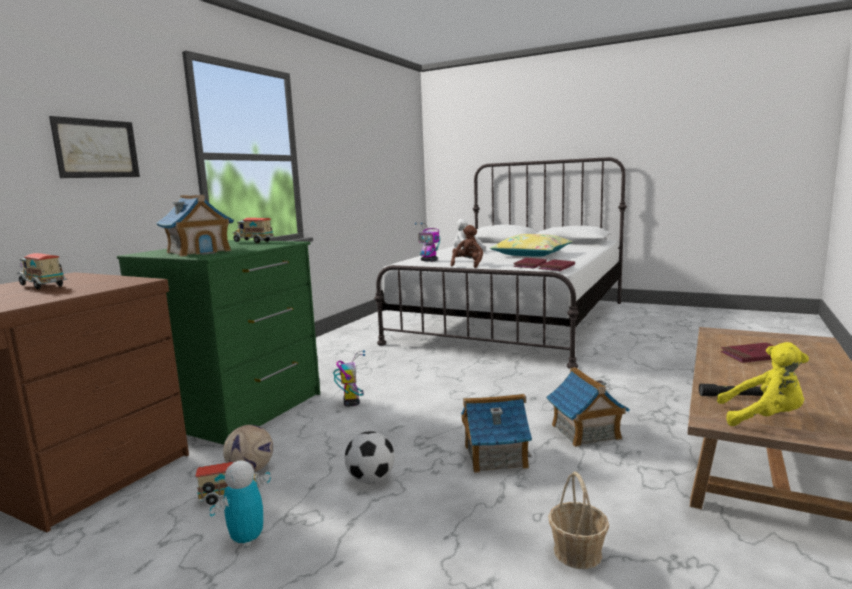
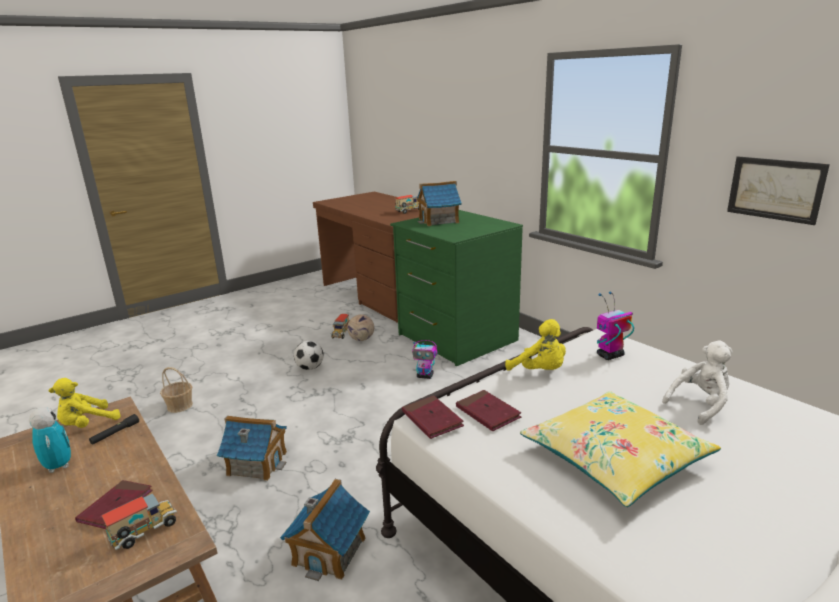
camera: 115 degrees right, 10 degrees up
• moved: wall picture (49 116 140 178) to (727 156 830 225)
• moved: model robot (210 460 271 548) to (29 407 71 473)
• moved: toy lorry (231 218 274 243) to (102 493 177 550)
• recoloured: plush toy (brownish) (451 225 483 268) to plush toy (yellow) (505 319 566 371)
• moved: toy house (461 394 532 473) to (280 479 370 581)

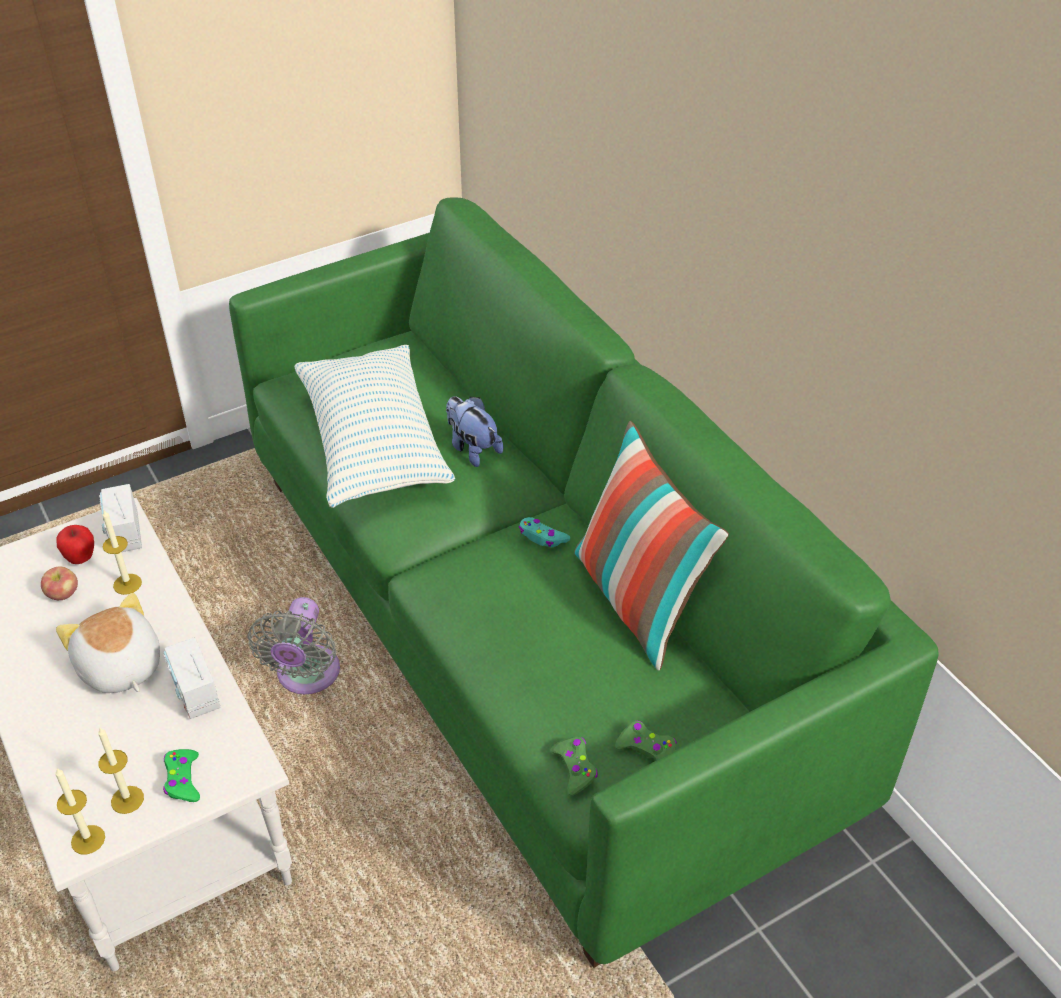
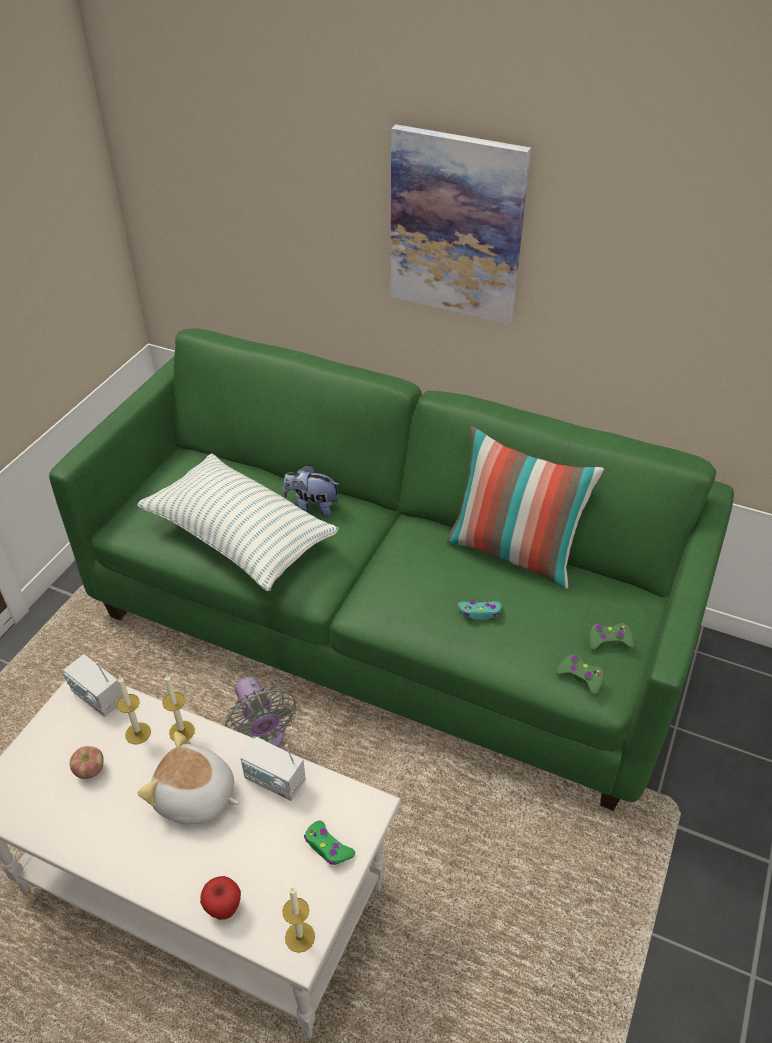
camera: 35 degrees left, 0 degrees up
• moved: whole apple (57 525 94 564) to (200 876 241 920)
• moved: wax candle (98 728 144 814) to (163 674 195 741)
• moved: joypad (turquoise-coloured) (519 517 571 547) to (458 601 502 620)
• added: wall picture (391 124 531 324)

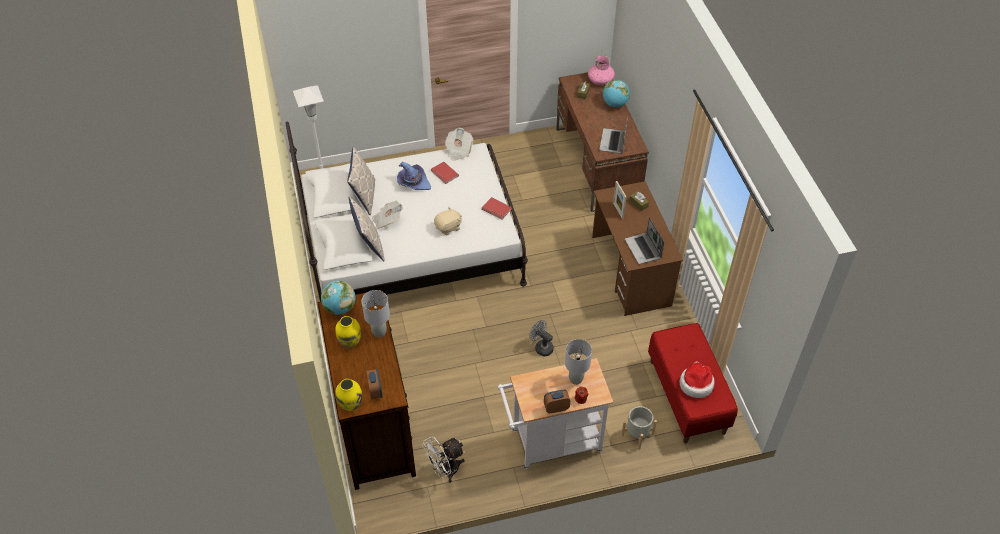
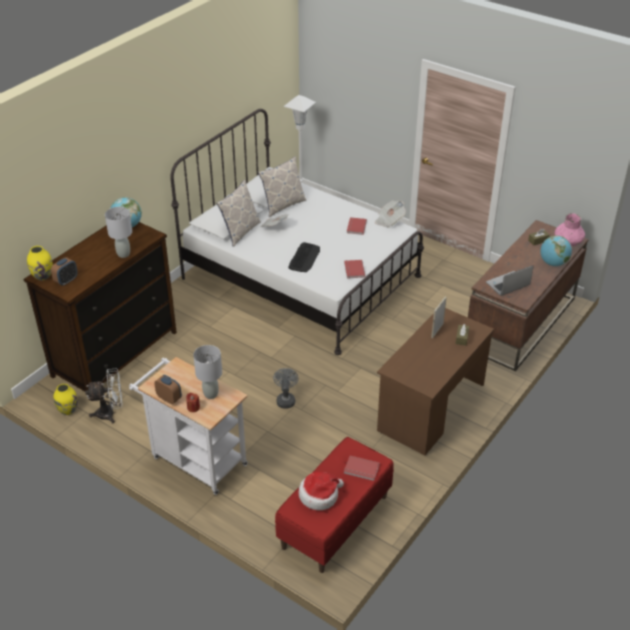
camera: 50 degrees right, 10 degrees down
• moved: flower vase (yellow) (335 316 361 348) to (53 384 78 415)
• removed: hat (purplish) (397 162 431 190)
• turned: electric fan (white-coloured) (422 436 465 483) = (85 368 123 423) 150 degrees clockwise
• replaced: plush toy (sand-coloured) (434 207 462 235) to computer keyboard (288 242 320 272)
• removed: plant pot (greyish) (621 406 657 449)
• removed: portable computer (625 217 664 264)
• added: bound book (red-coloured) (344 456 380 481)

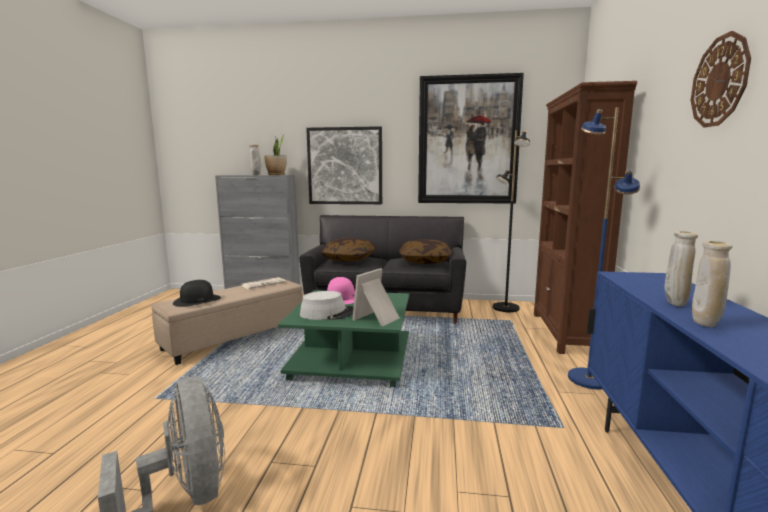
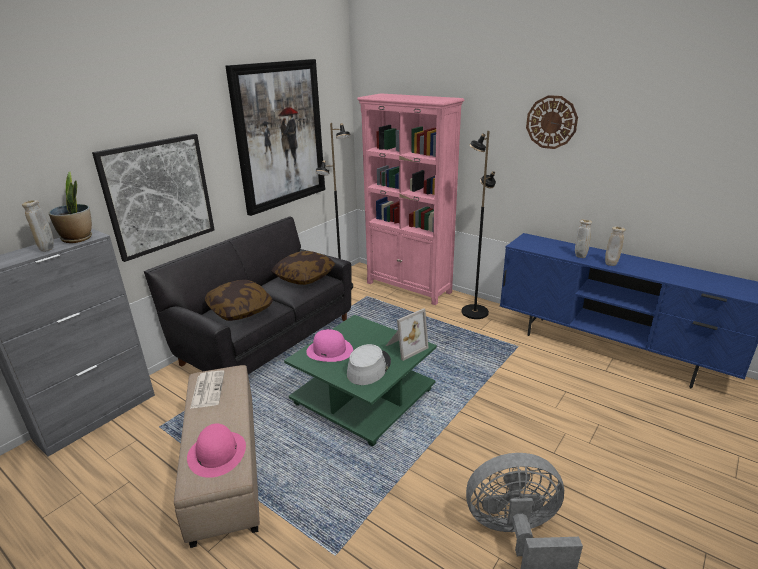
camera: 60 degrees left, 15 degrees up
• recoloured: hat (black) (173 280 221 307) to hat (pinkish) (187 423 246 478)
• turned: photo frame (352 268 400 326) = (386 308 429 361) 105 degrees counterclockwise
• recoloured: bookshelf (brownish) (534 81 637 354) to bookshelf (pinkish) (357 94 464 305)
• recoloured: standard lamp (blue) (568 107 640 389) to standard lamp (black) (462 131 496 319)

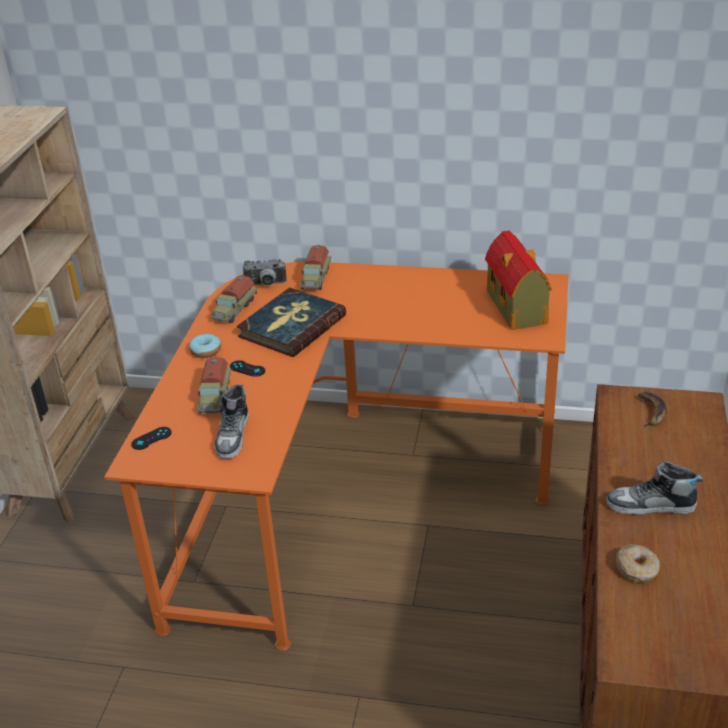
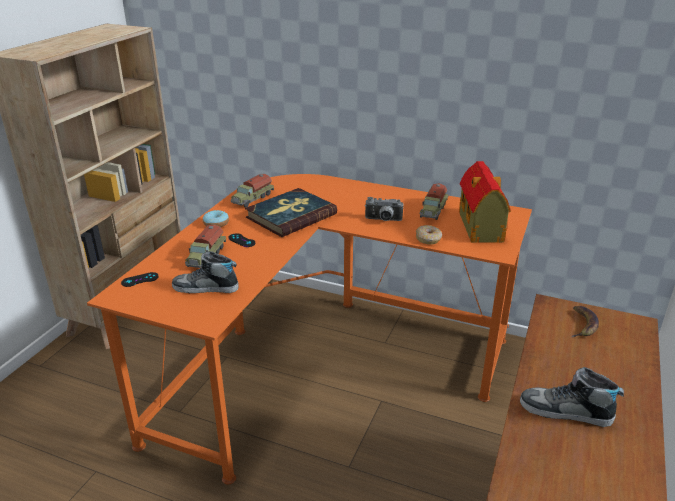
camera: 10 degrees right, 5 degrees down
• turned: shoe (215 384 249 459) = (172 251 239 293) 75 degrees clockwise
• moved: still camera (242 259 287 286) to (365 197 404 221)
• moved: toy lorry (300 245 331 290) to (420 183 449 220)
• moved: ring doughnut (616 544 660 583) to (416 225 442 245)

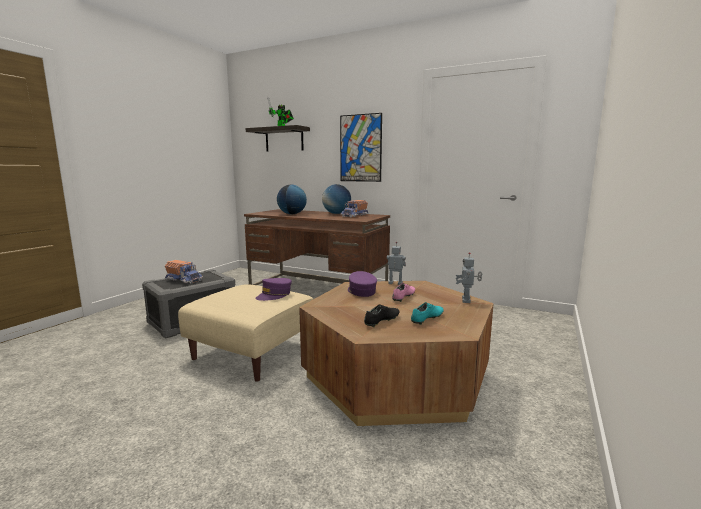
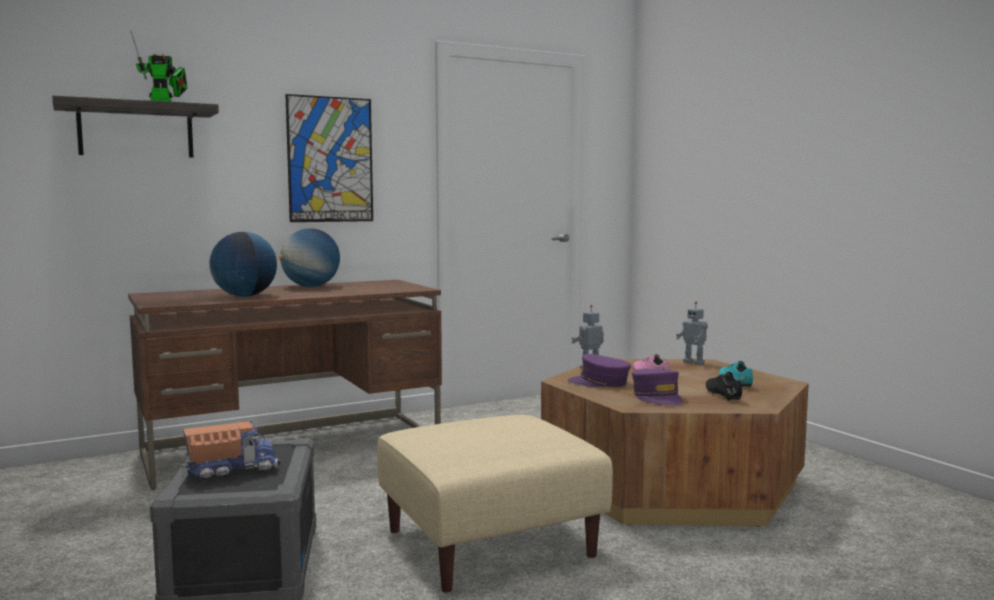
camera: 55 degrees left, 5 degrees down
• moved: peaked cap (purplish) (255 278 292 301) to (632 369 683 405)
• removed: toy lorry (341 200 368 217)

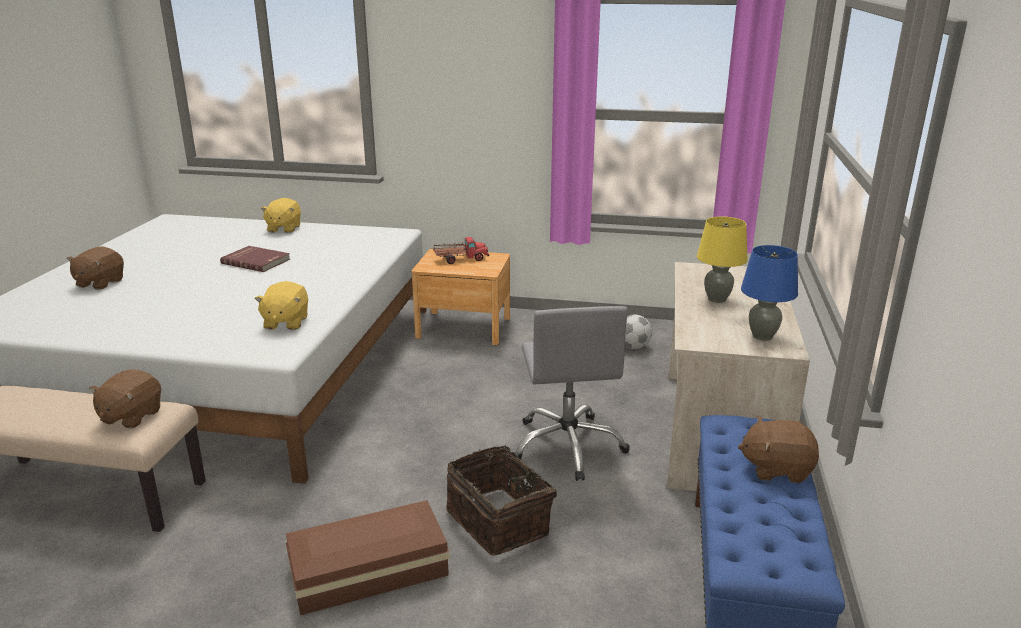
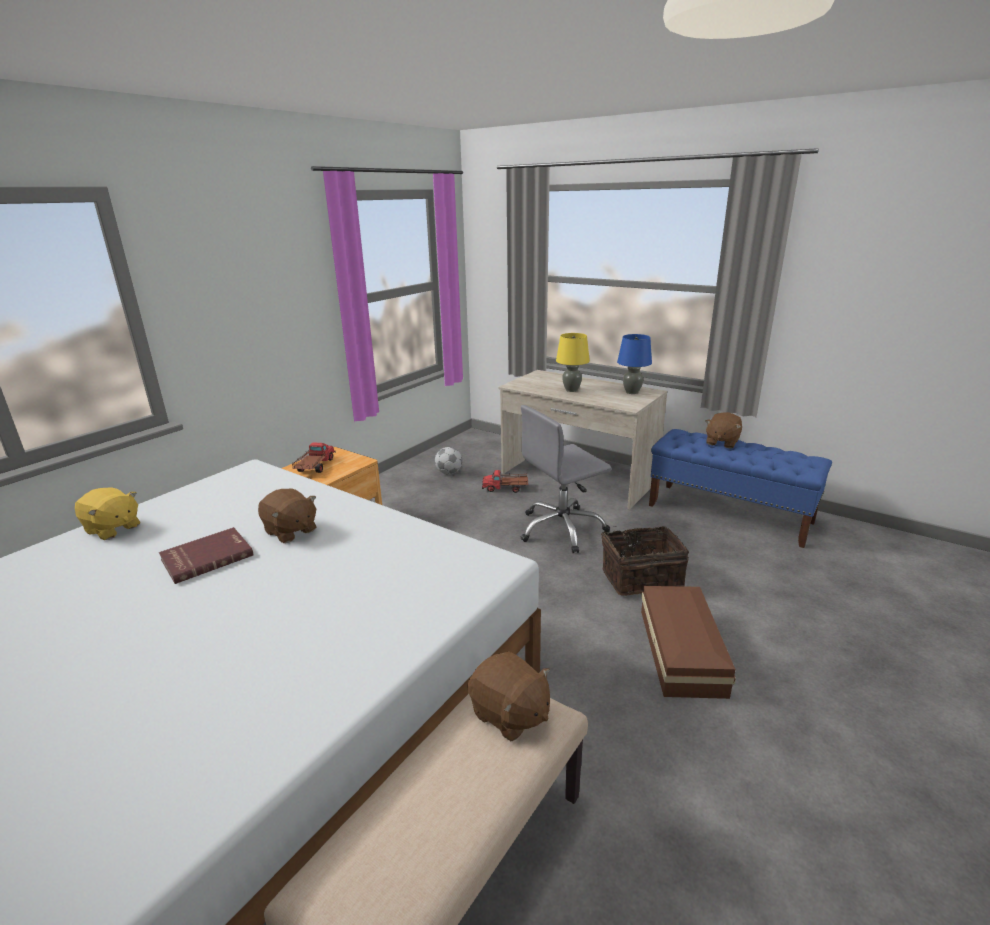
camera: 65 degrees left, 0 degrees up
• moved: plush toy (brownish) (67 246 124 290) to (258 489 316 543)
• removed: plush toy (yellow) (254 281 308 330)
• turned: computer chair (greyish) (514 306 630 481) = (520 405 611 553) 135 degrees clockwise
• added: toy lorry (482 470 528 493)

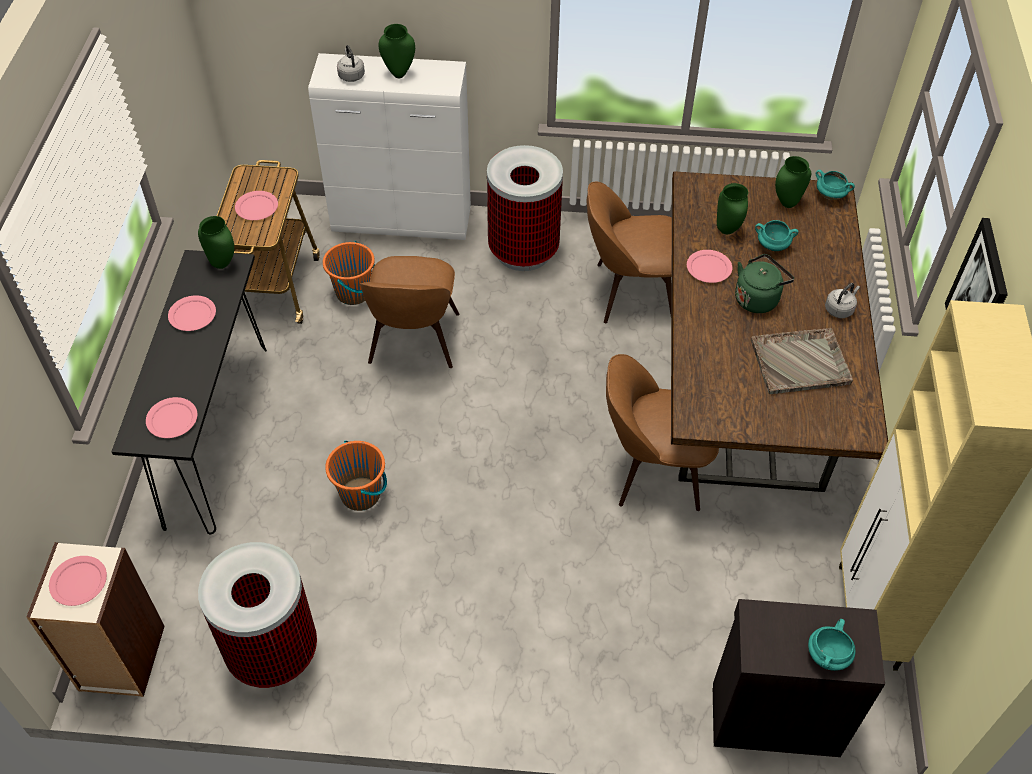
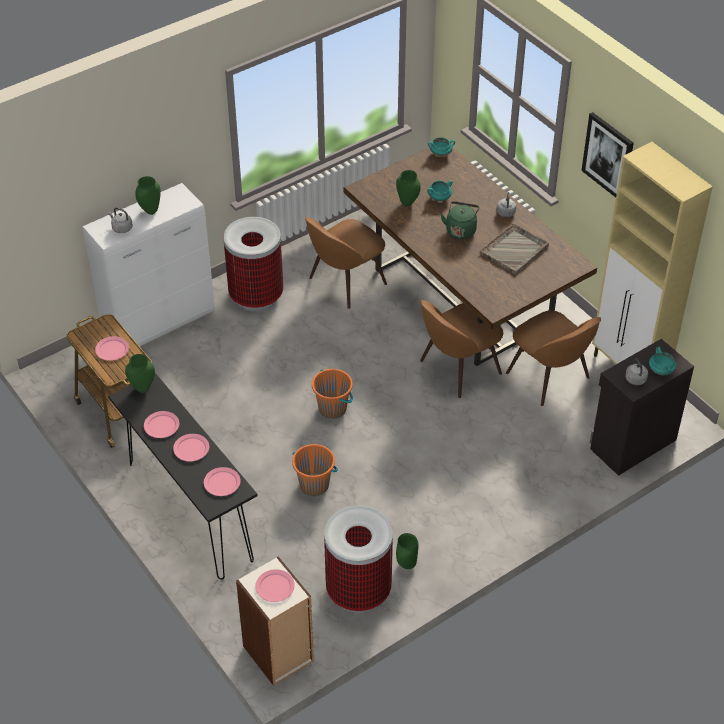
camera: 40 degrees left, 5 degrees down
• moved: water bucket (orange-coloured) (323 241 375 305) to (312 369 353 419)
• moved: upright chair (brownish) (360 256 460 368) to (506 310 601 406)
• moved: flat dish (pinkish) (687 250 732 283) to (173 434 209 461)
• moved: flower vase (green) (775 156 811 208) to (396 533 419 569)
• added: water kettle (greyish) (625 358 648 385)

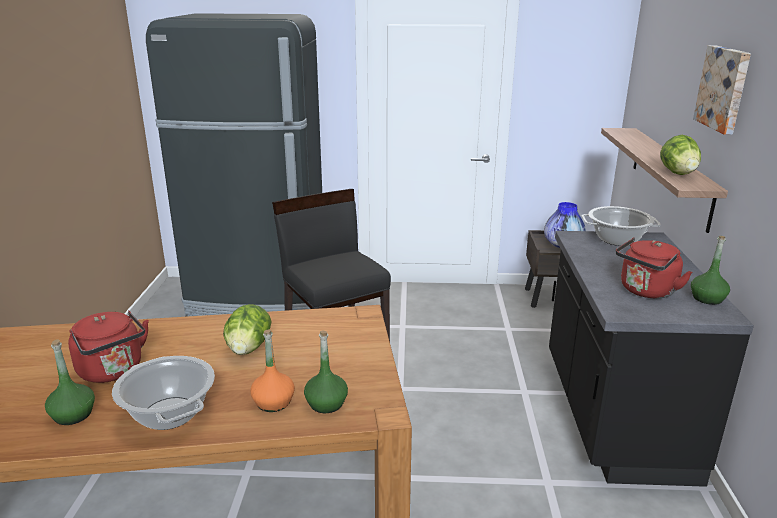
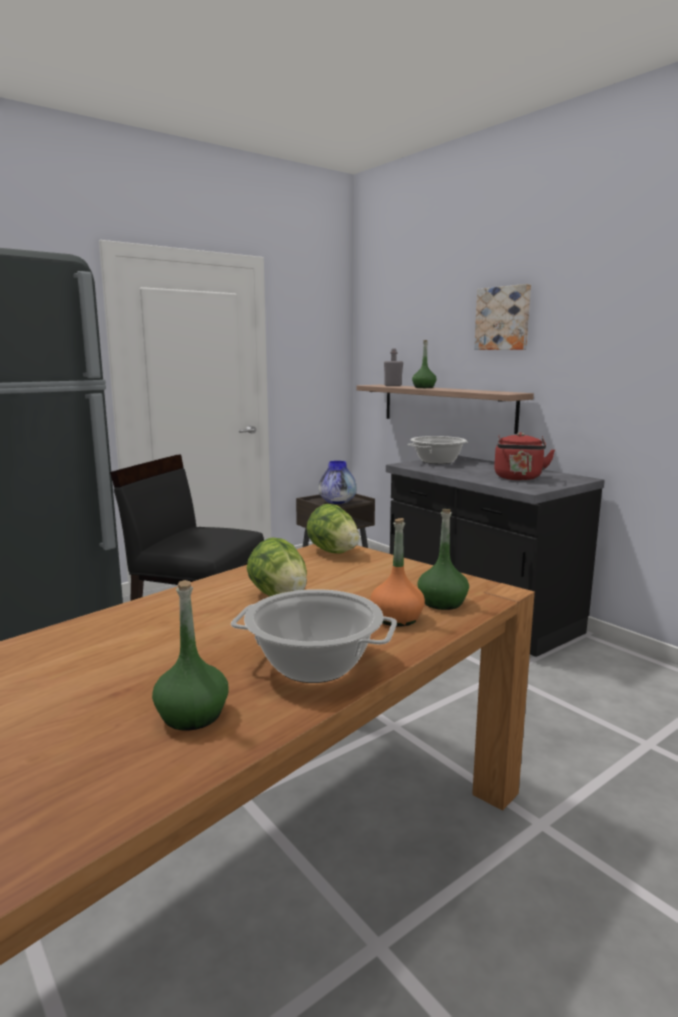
camera: 40 degrees left, 10 degrees down
• removed: water kettle (red-coloured) (68 311 149 383)
• moved: head of lettuce (660 135 701 175) to (306 504 360 553)
• moved: drink bottle (green) (691 236 730 305) to (412 340 437 388)
• added: drink bottle (greyish) (384 348 403 386)

